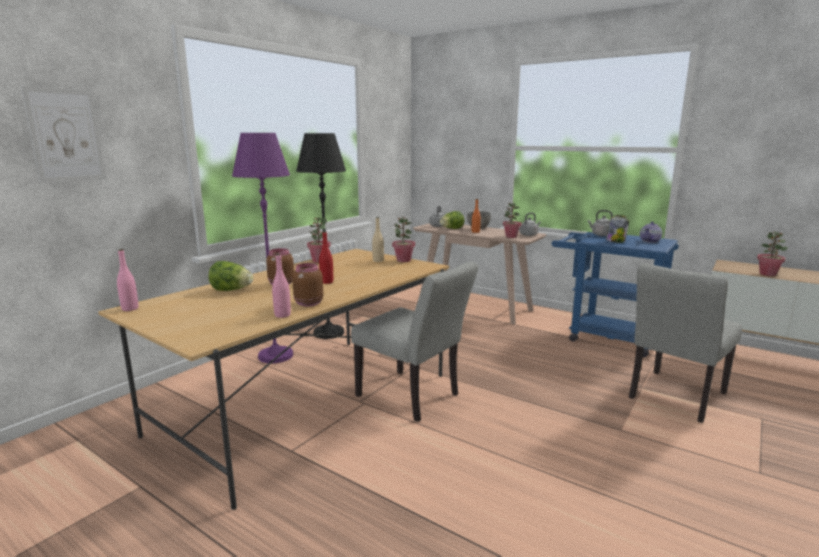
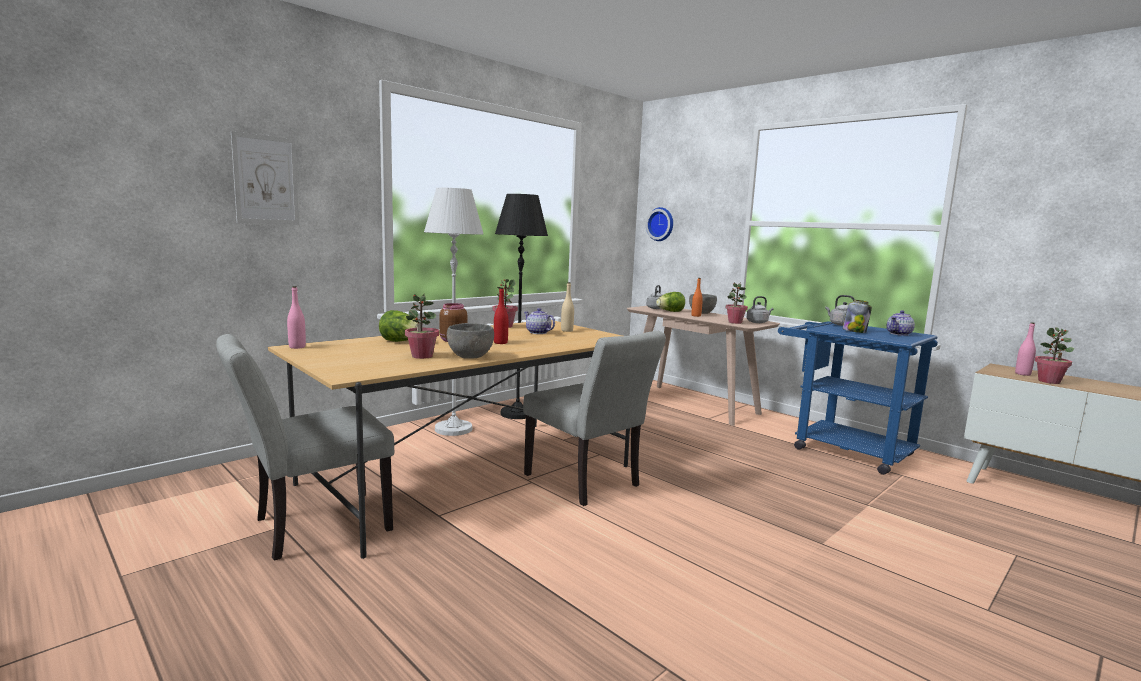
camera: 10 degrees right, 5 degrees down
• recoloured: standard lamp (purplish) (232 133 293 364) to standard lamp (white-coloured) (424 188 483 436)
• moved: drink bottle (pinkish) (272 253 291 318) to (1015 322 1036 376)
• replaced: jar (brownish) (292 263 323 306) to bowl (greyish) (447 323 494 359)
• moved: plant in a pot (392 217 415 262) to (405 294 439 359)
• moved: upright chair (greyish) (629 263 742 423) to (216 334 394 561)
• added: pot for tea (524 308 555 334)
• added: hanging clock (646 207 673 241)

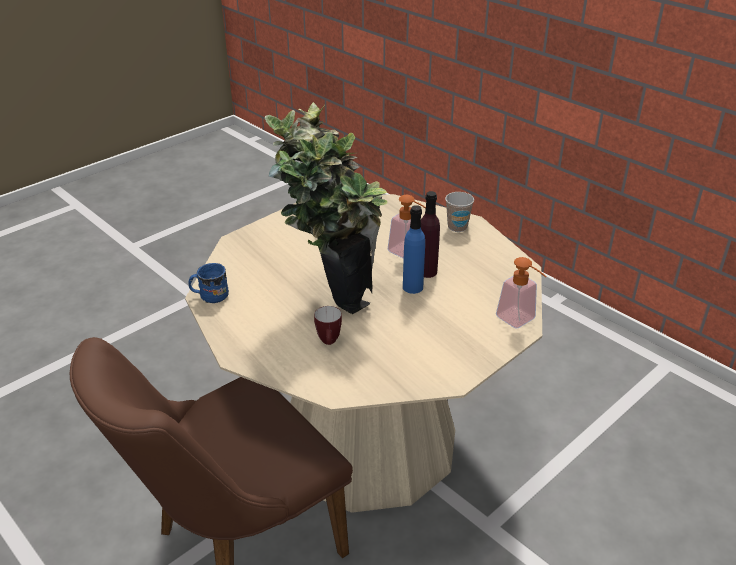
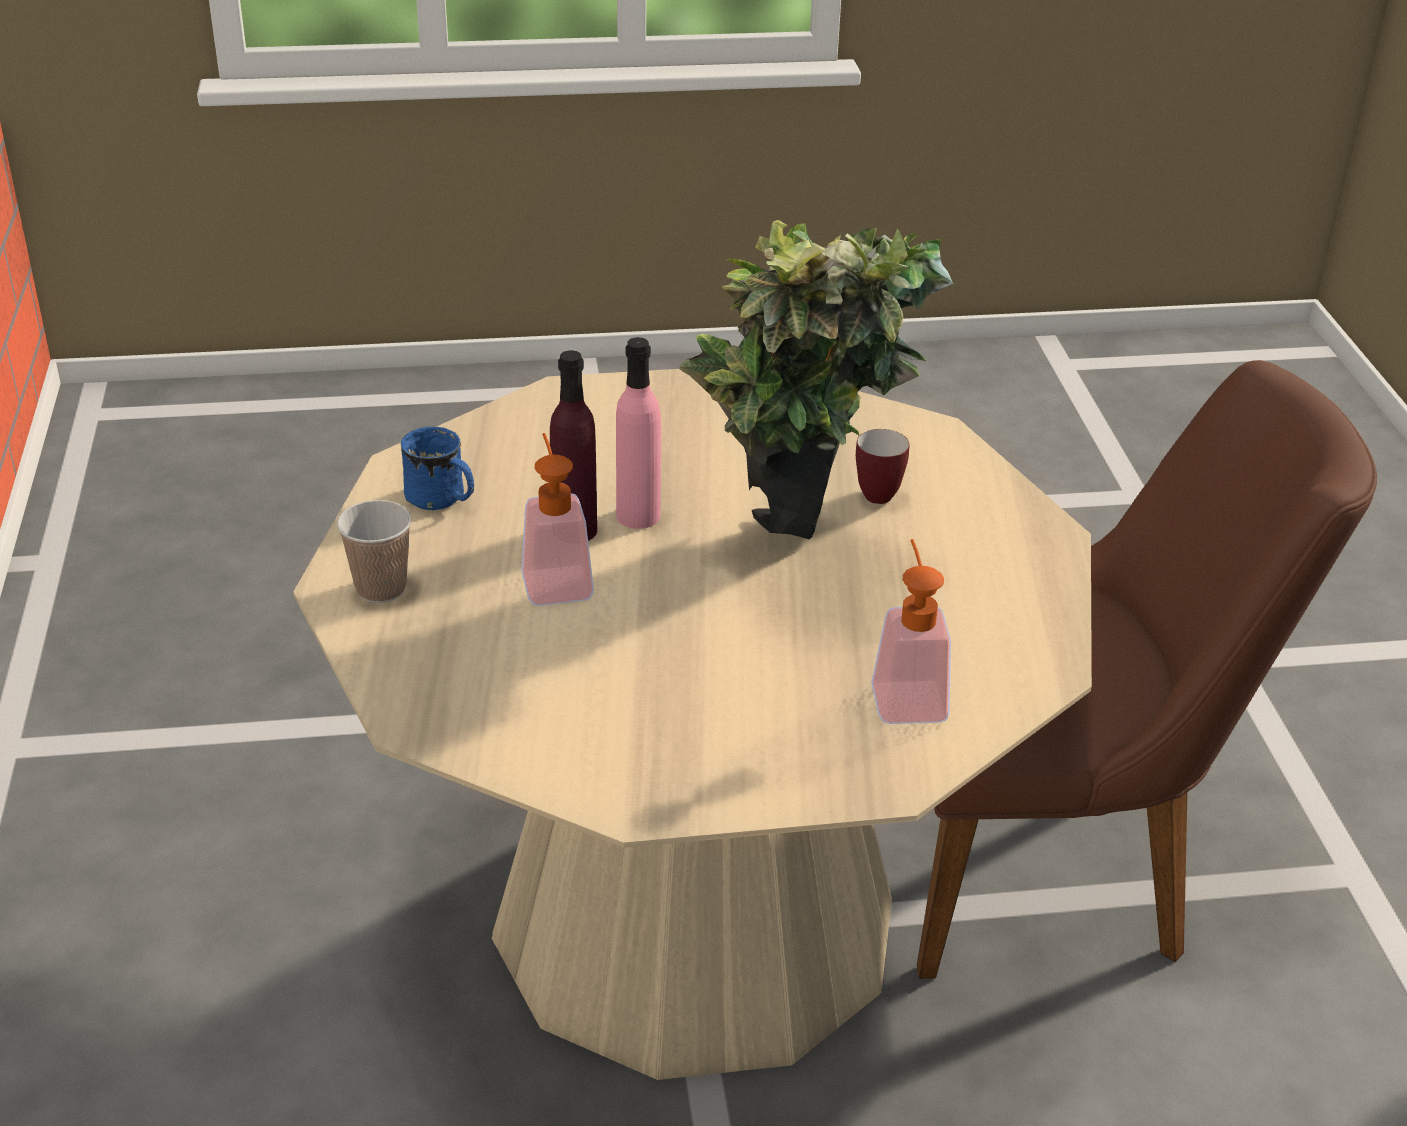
camera: 145 degrees left, 0 degrees up
• moved: tea mug (blue) (189 263 229 303) to (401 427 474 510)
• recoloured: drink bottle (blue) (403 205 425 294) to drink bottle (pinkish) (616 337 661 529)
• moved: soap bottle (496 257 547 329) to (871 539 951 724)

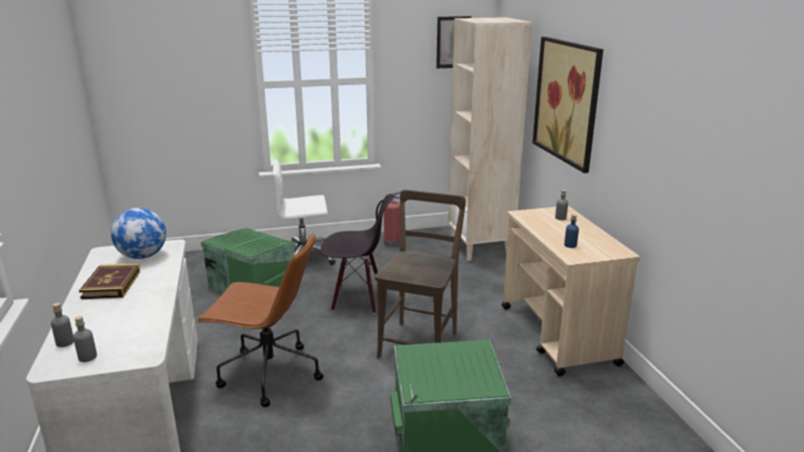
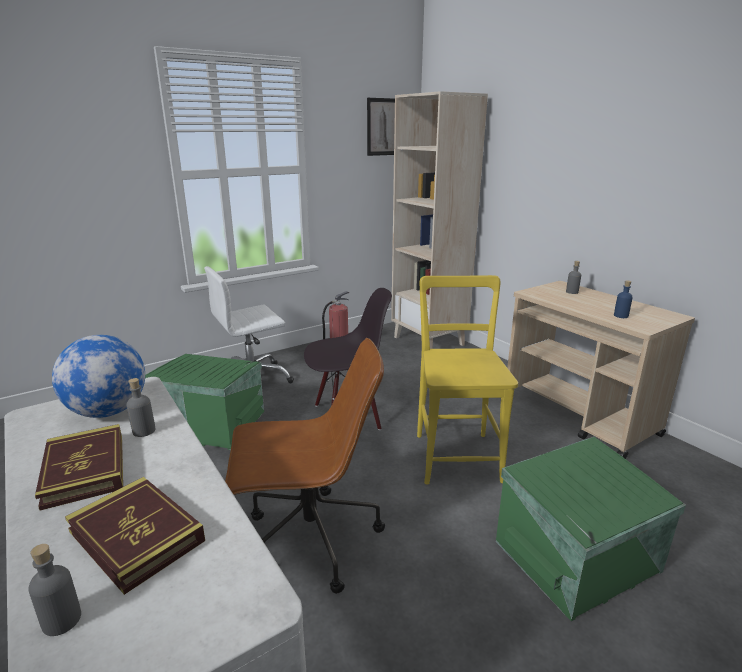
camera: 20 degrees left, 0 degrees up
• moved: drink bottle (greyish) (73 316 97 362) to (126 378 156 437)
• recoloured: upright chair (brownish) (375 190 466 359) to upright chair (yellow) (417 275 518 484)
• removed: wall picture (533 37 603 173)
• added: bound book (65 477 205 595)

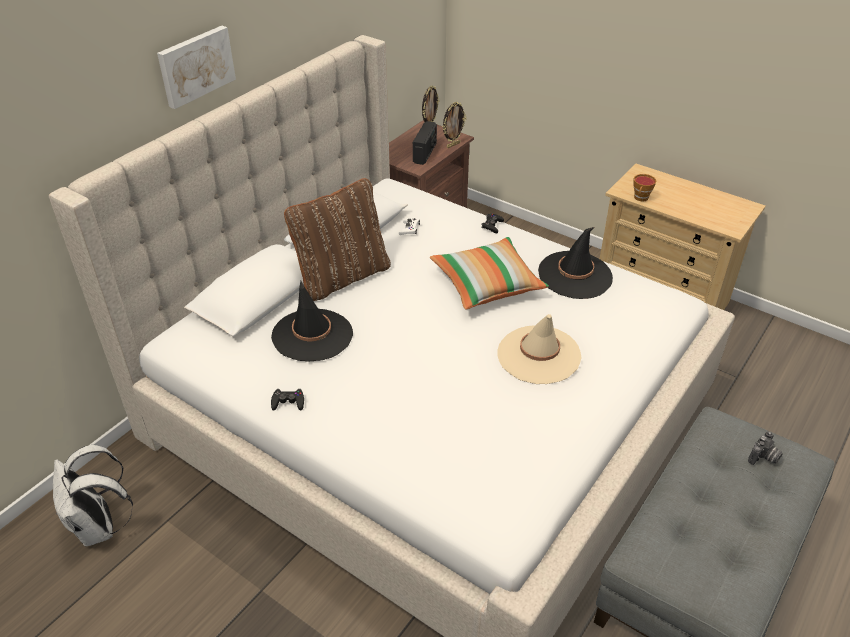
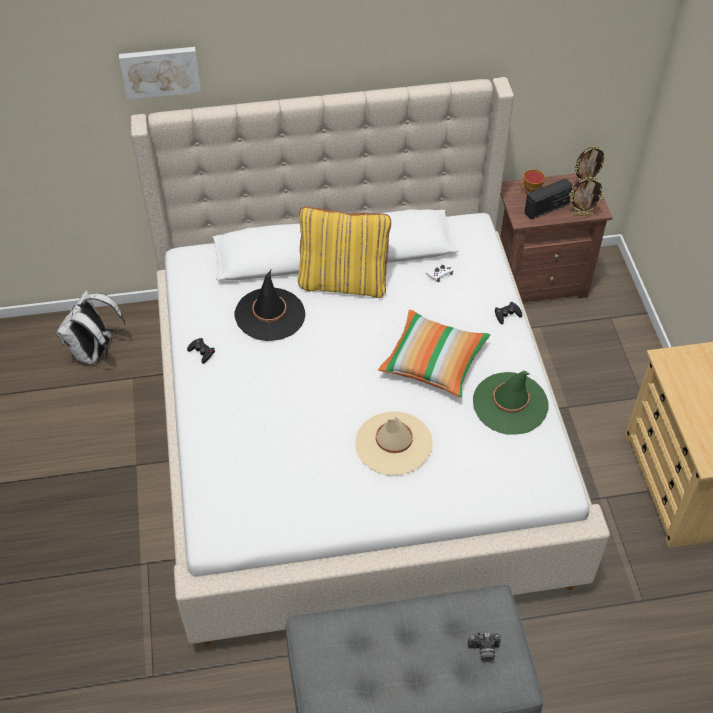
camera: 45 degrees right, 10 degrees up
• moved: wall picture (157 26 236 109) to (119 47 201 100)
• recoloured: pillow (brownish) (284 178 391 301) to pillow (yellow) (298 207 391 298)
• recoloured: hat (black) (538 227 613 299) to hat (green) (473 371 549 435)
• moved: drinking cup (633 174 656 201) to (520 169 545 194)

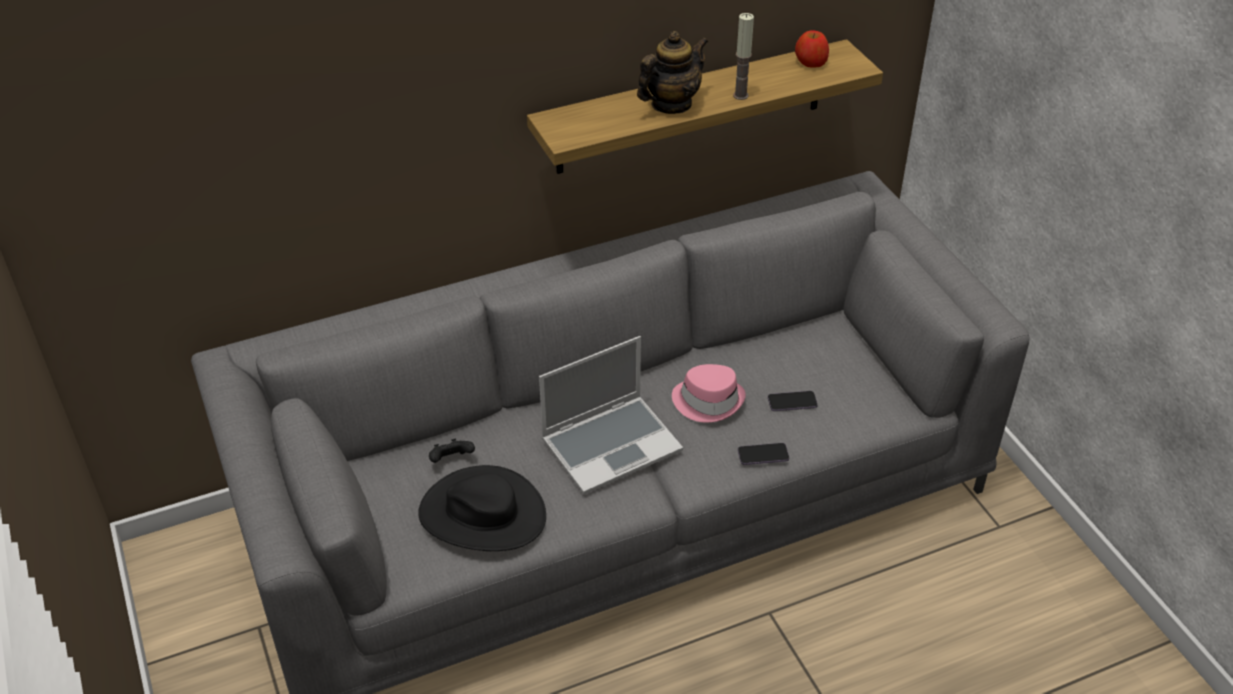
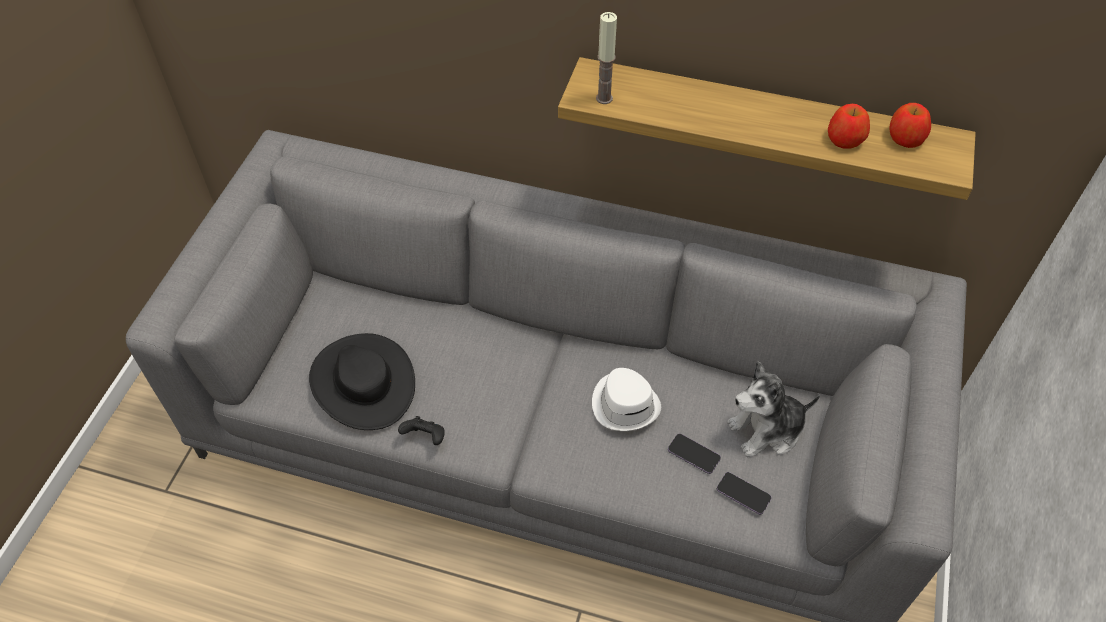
camera: 40 degrees right, 10 degrees up
• moved: joypad (black) (429 438 475 463) to (398 416 445 445)
• removed: portable computer (539 336 683 494)
• removed: pot for tea (637 31 708 114)
• recoloured: hat (pinkish) (672 364 746 423) to hat (white-coloured) (592 368 661 431)
• moved: wax candle (733 13 754 100) to (596 12 617 104)
• moved: telephone (738 443 789 465) to (717 472 771 515)
• added: plush toy (727 361 820 457)
• added: whole apple (828 104 870 149)

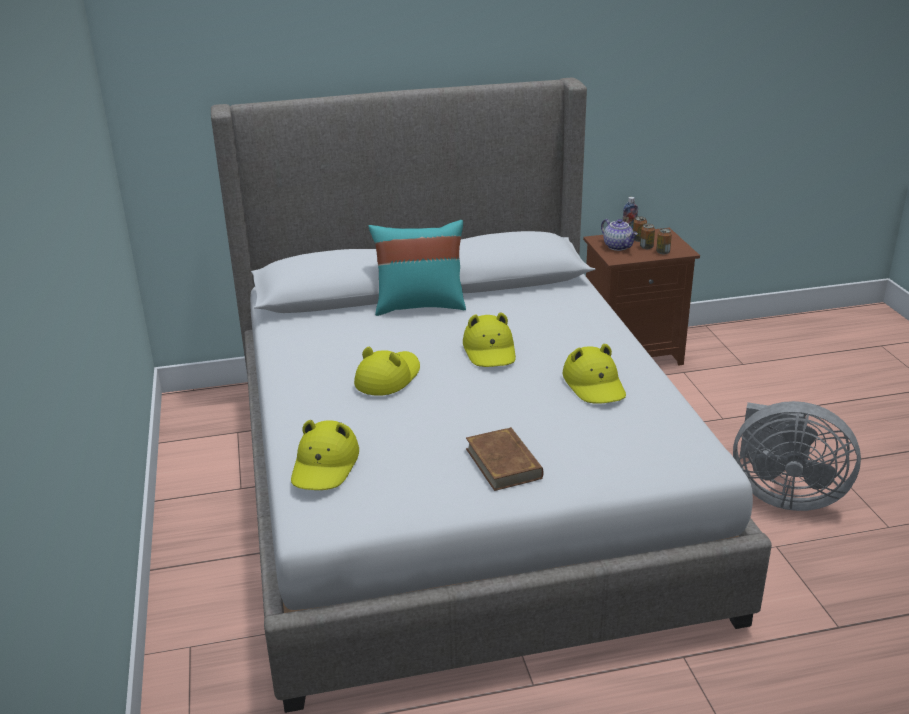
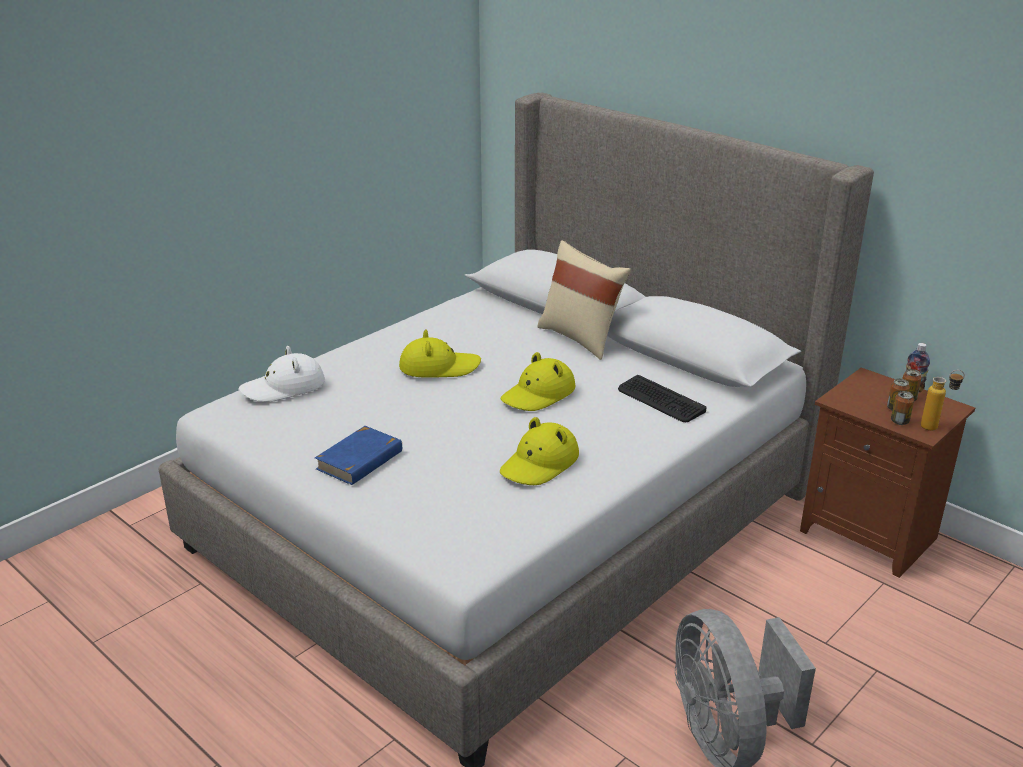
camera: 55 degrees right, 0 degrees up
• recoloured: hat (yellow) (291 420 359 490) to hat (white-coloured) (238 346 325 402)
• recoloured: pillow (turquoise-coloured) (368 220 466 316) to pillow (sand-coloured) (537 240 631 360)
• recoloured: bound book (brownish) (466 427 543 491) to bound book (blue) (315 426 402 485)
• removed: pot for tea (601 219 638 251)
• added: computer keyboard (618 375 706 422)
• added: drink bottle (921 370 965 431)

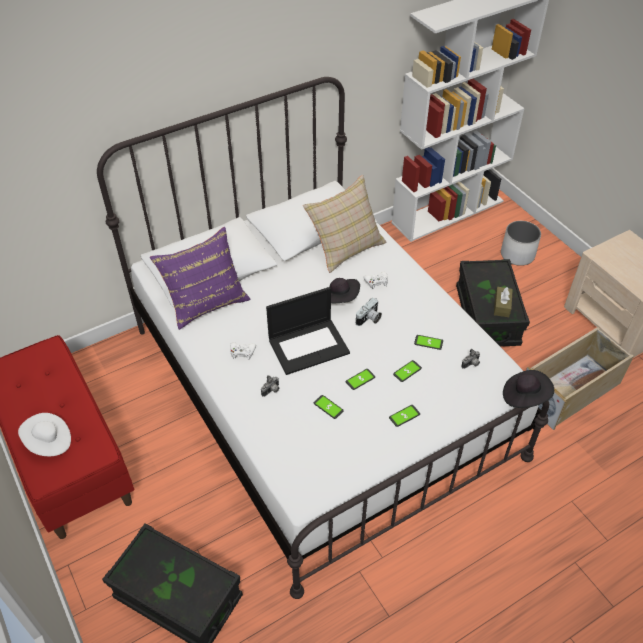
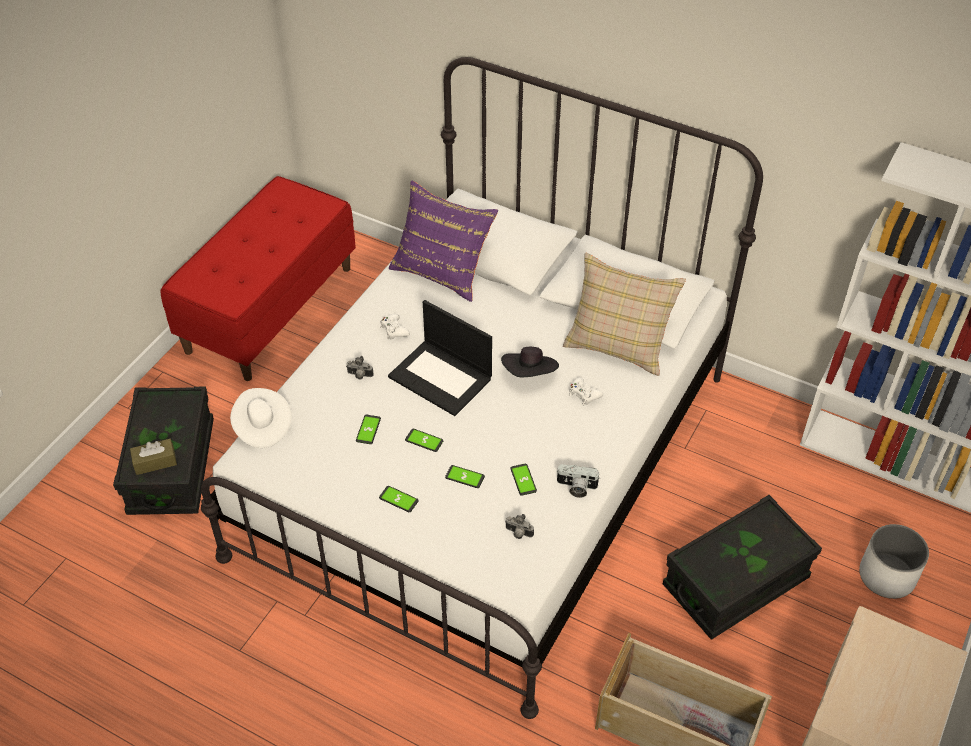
camera: 60 degrees right, 0 degrees up
• moved: hat (white-coloured) (18 413 71 456) to (230 388 291 448)
• moved: still camera (356 298 382 326) to (556 464 600 498)
• moved: tissue holder (brownish) (494 287 513 317) to (130 439 177 475)
• removed: hat (black) (503 370 554 408)

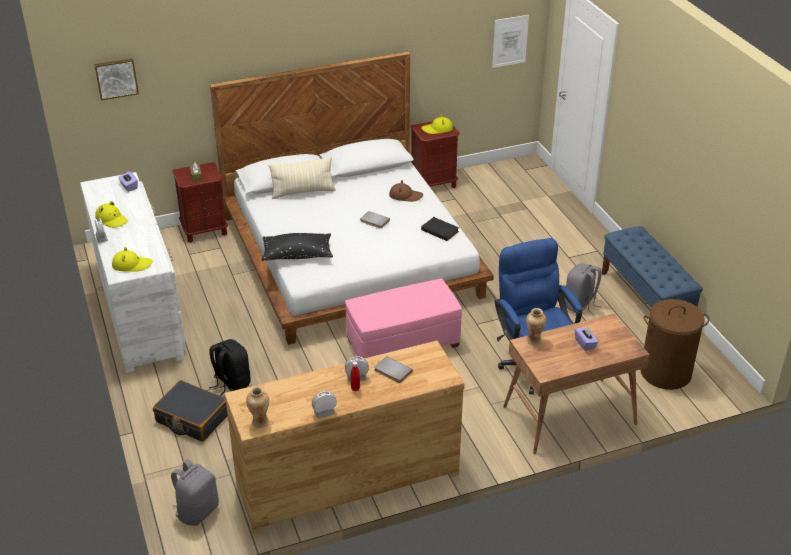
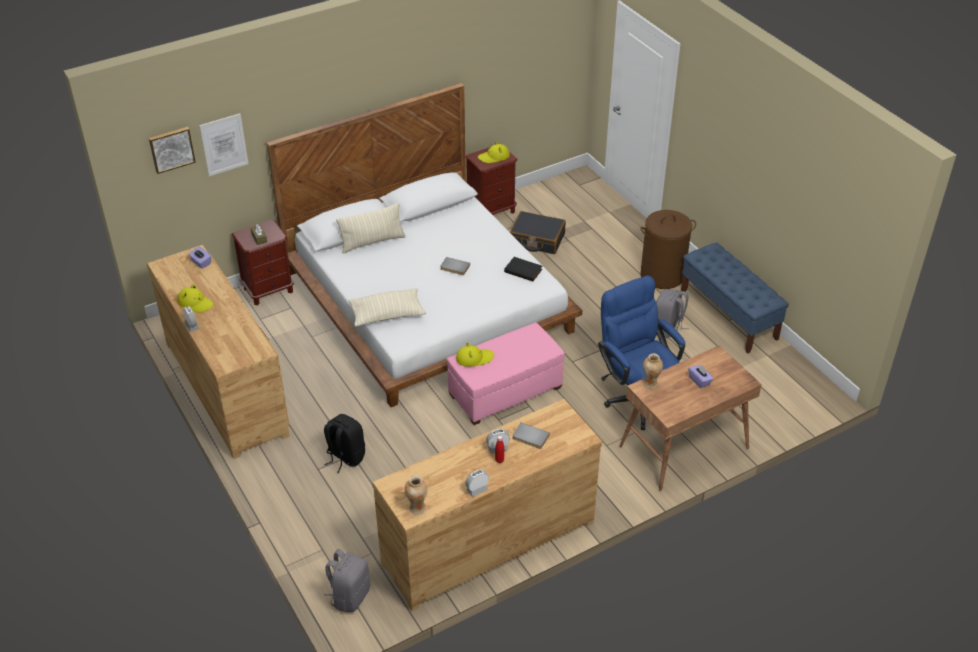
camera: 10 degrees left, 5 degrees up
• recoloured: dresser (white-coloured) (80 172 186 373) to dresser (brownish) (147 245 289 459)
• moved: hat (yellow) (112 247 152 271) to (456 342 494 367)
• moved: suitcase (black) (153 380 228 442) to (510 211 566 254)
• recoloured: pillow (black) (261 233 333 261) to pillow (sand-coloured) (348 288 426 327)
• removed: hat (brownish) (389 180 423 202)
• moved: wall picture (492 15 529 68) to (199 114 248 176)
• moved: hamper (brownish) (640 299 710 390) to (640 210 696 289)

